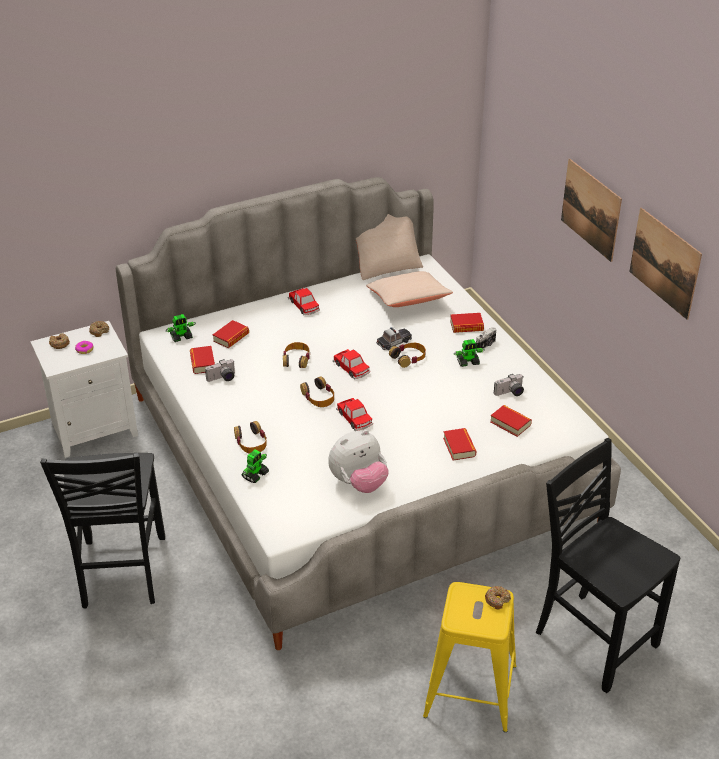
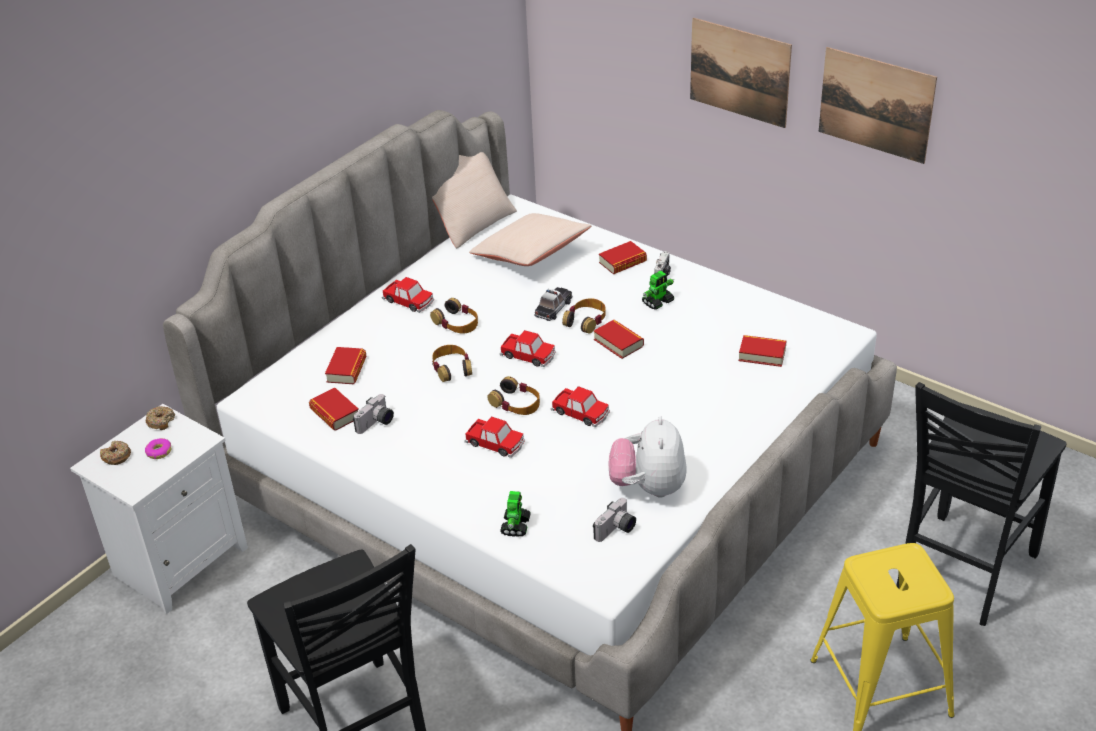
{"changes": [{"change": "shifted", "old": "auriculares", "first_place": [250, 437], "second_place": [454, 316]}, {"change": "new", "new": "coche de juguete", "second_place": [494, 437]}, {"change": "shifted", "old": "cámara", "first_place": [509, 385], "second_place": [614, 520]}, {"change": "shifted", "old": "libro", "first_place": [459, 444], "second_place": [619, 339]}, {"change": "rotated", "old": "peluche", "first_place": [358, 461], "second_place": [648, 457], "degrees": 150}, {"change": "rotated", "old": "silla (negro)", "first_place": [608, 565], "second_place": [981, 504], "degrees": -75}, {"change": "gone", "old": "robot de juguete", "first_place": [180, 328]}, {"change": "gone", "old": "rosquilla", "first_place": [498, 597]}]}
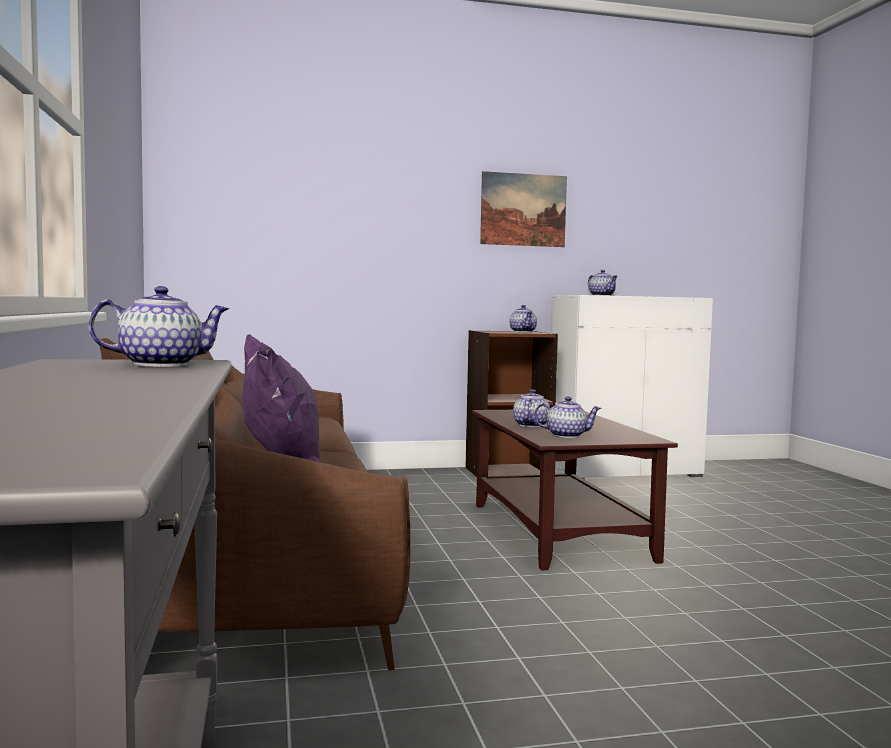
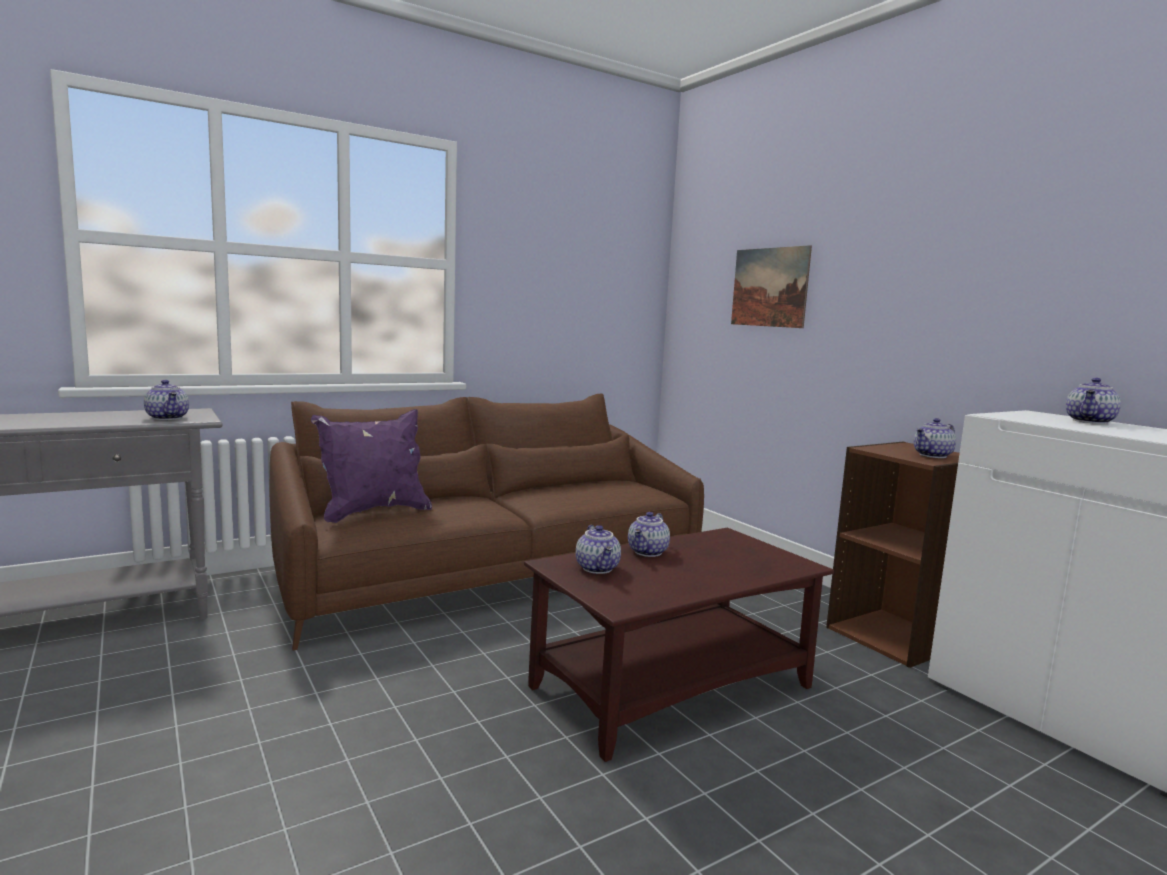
{"changes": [{"change": "rotated", "old": "tetera", "first_place": [531, 408], "second_place": [649, 534], "degrees": 120}, {"change": "shifted", "old": "cuadro", "first_place": [523, 209], "second_place": [771, 286]}]}
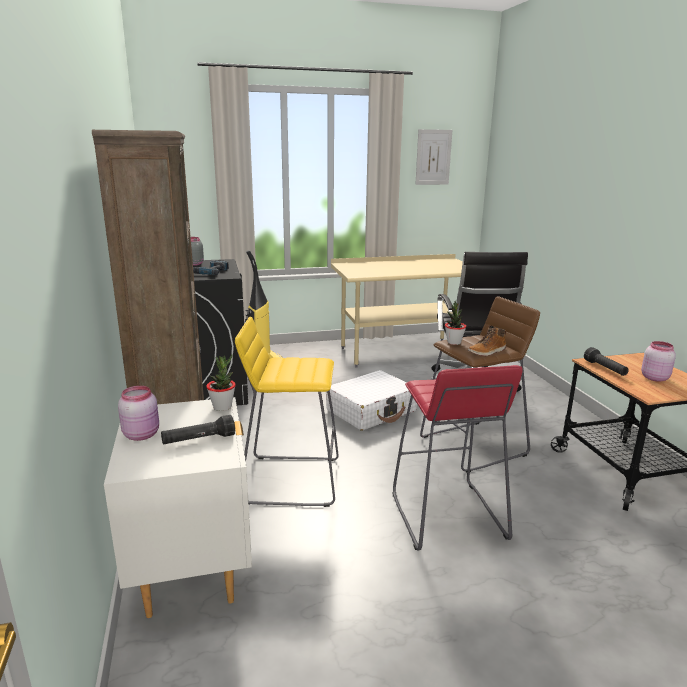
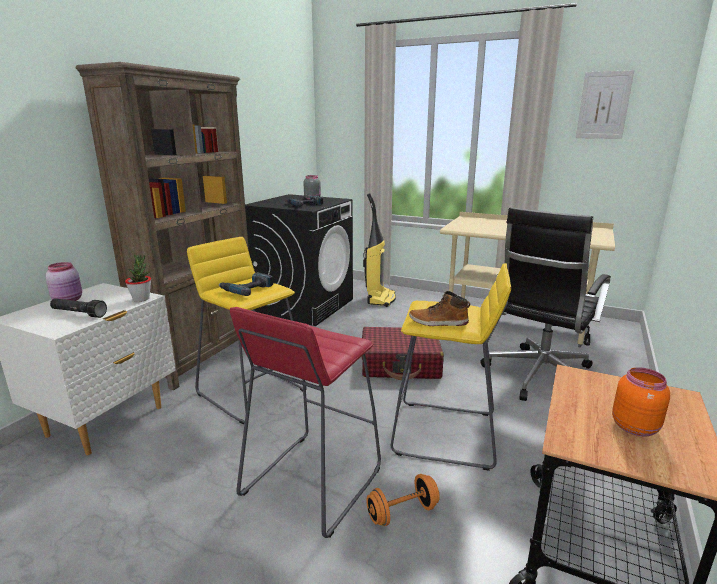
{"changes": [{"change": "new", "new": "taladro", "second_place": [246, 284]}, {"change": "repainted", "old": "maleta (blanco)", "new": "maleta (rojo)", "first_place": [371, 400], "second_place": [403, 353]}, {"change": "new", "new": "mancuerna (naranja)", "second_place": [403, 500]}, {"change": "repainted", "old": "taburete (marrón)", "new": "taburete (amarillo)", "first_place": [480, 384], "second_place": [451, 367]}, {"change": "repainted", "old": "tarro (rosa)", "new": "tarro (naranja)", "first_place": [658, 361], "second_place": [641, 401]}, {"change": "gone", "old": "planta en maceta", "first_place": [455, 323]}, {"change": "gone", "old": "linterna (negro)", "first_place": [606, 361]}]}
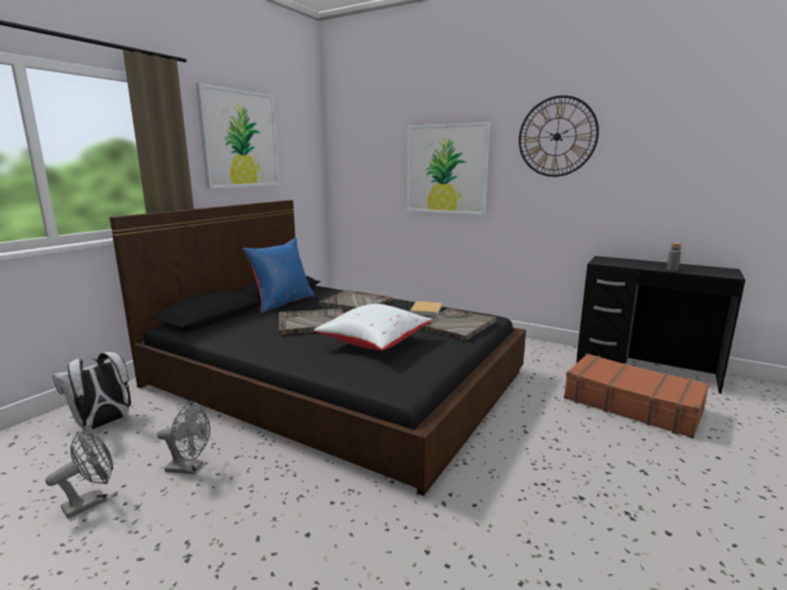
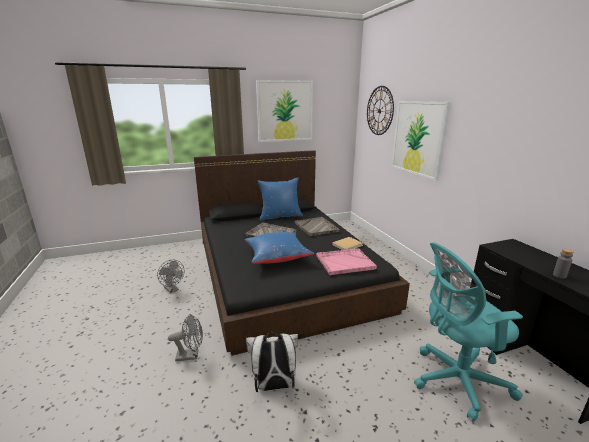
{"changes": [{"change": "shifted", "old": "ventilador (gris)", "first_place": [79, 474], "second_place": [185, 337]}, {"change": "repainted", "old": "cojín (blanco)", "new": "cojín (azul)", "first_place": [373, 327], "second_place": [279, 248]}, {"change": "shifted", "old": "mochila (blanco)", "first_place": [92, 391], "second_place": [272, 362]}, {"change": "repainted", "old": "bandeja (gris)", "new": "bandeja (rosa)", "first_place": [458, 324], "second_place": [346, 262]}, {"change": "shifted", "old": "reloj de pared", "first_place": [559, 136], "second_place": [380, 110]}, {"change": "swapped", "old": "maleta (marrón)", "new": "silla de oficina (turquesa)", "first_place": [636, 396], "second_place": [468, 332]}]}
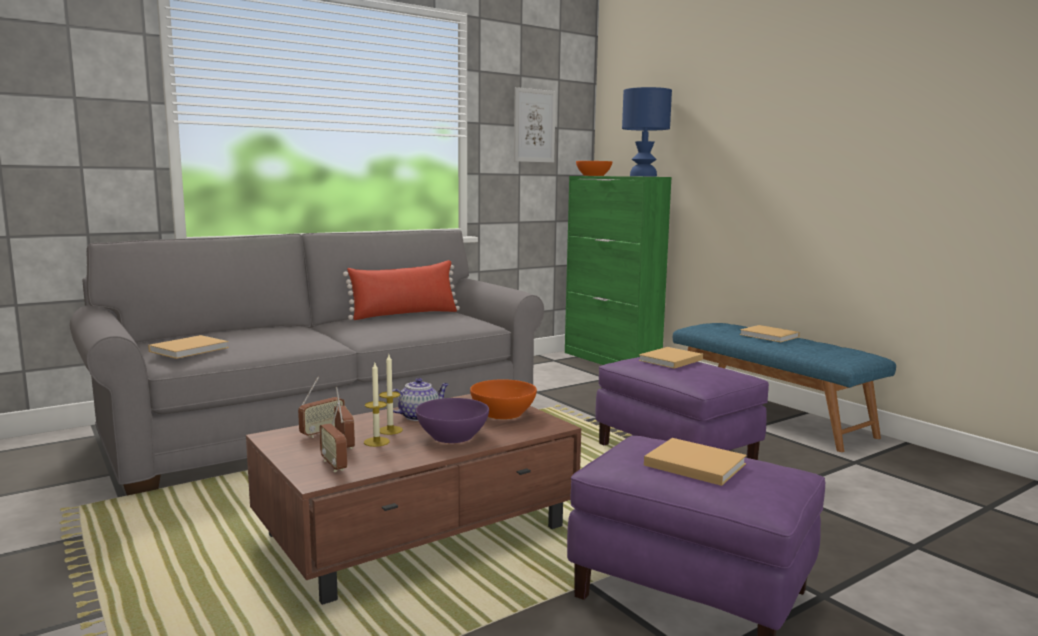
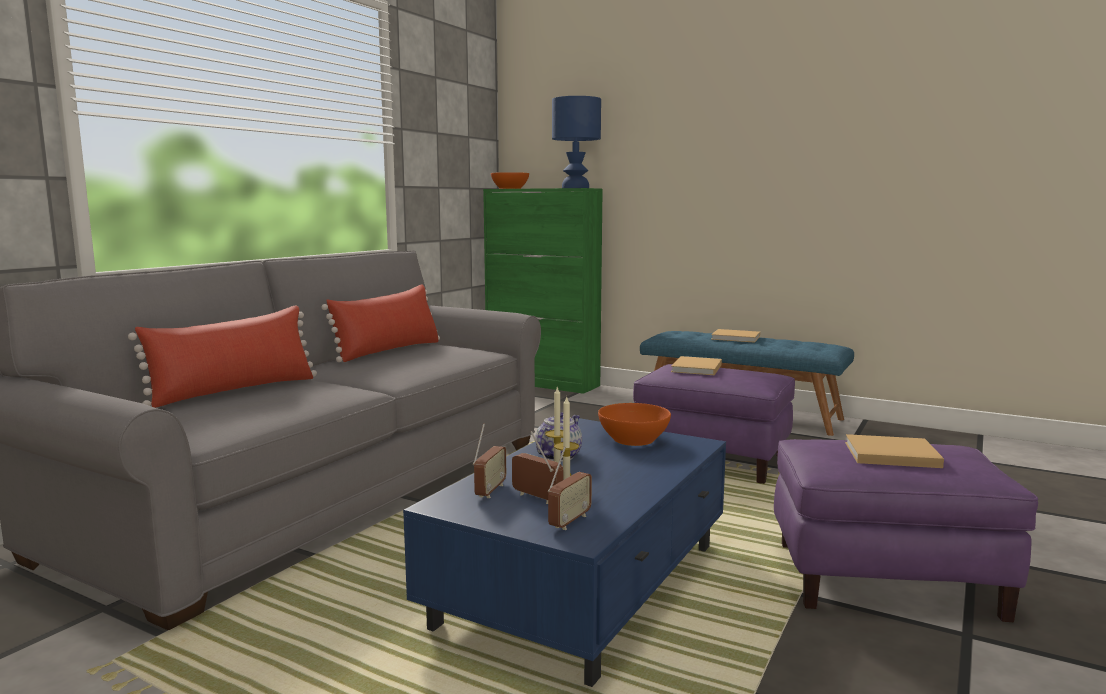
{"changes": [{"change": "new", "new": "cojín (rojo)", "second_place": [222, 357]}, {"change": "repainted", "old": "mesa de centro (marrón)", "new": "mesa de centro (azul)", "first_place": [413, 499], "second_place": [564, 552]}, {"change": "rotated", "old": "radio", "first_place": [333, 437], "second_place": [570, 488], "degrees": -90}, {"change": "gone", "old": "libro (beis)", "first_place": [188, 347]}, {"change": "gone", "old": "cuenco (morado)", "first_place": [452, 420]}, {"change": "gone", "old": "cuadro", "first_place": [535, 125]}]}
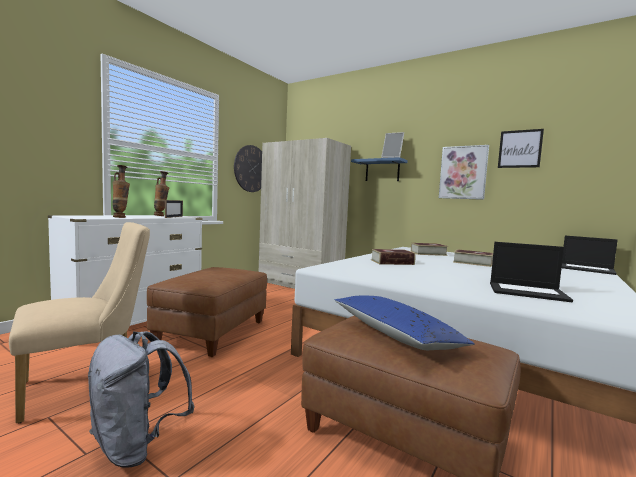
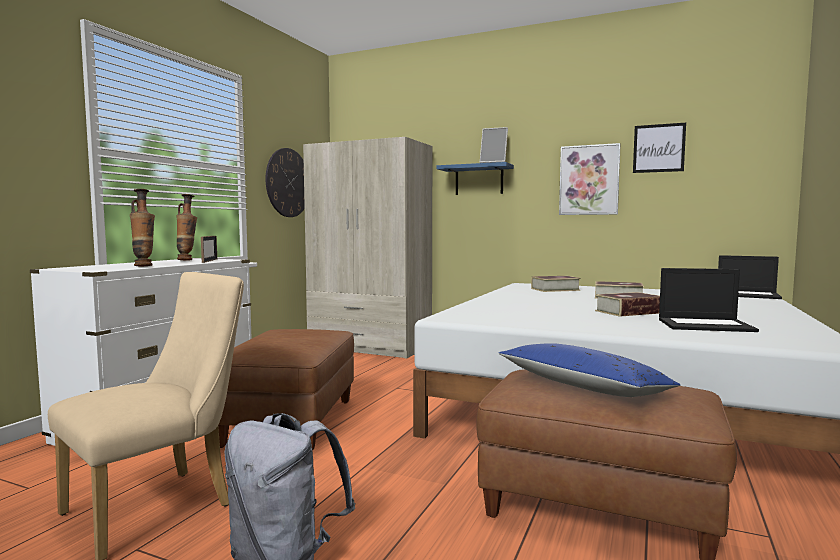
{"changes": [{"change": "shifted", "old": "libro", "first_place": [393, 257], "second_place": [627, 304]}]}
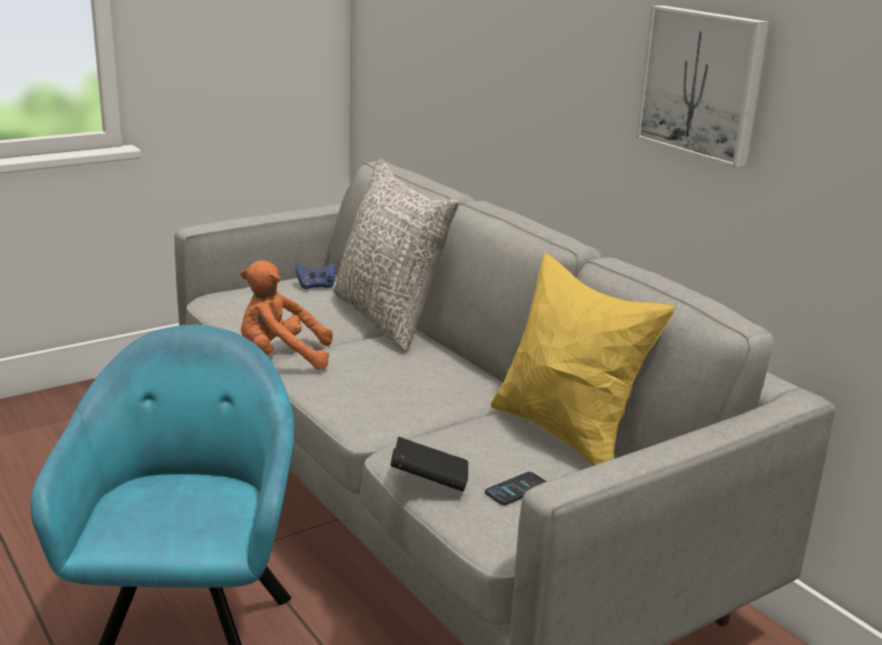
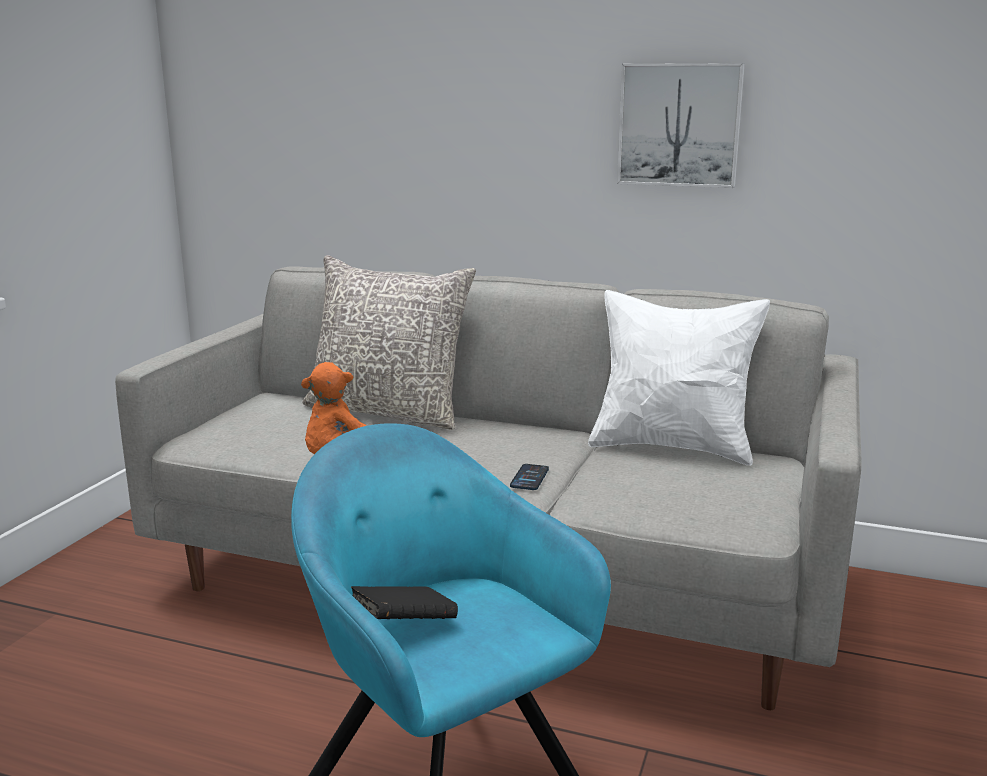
{"changes": [{"change": "shifted", "old": "libro (negro)", "first_place": [429, 464], "second_place": [404, 602]}, {"change": "shifted", "old": "móvil", "first_place": [516, 488], "second_place": [529, 477]}, {"change": "repainted", "old": "cojín (amarillo)", "new": "cojín (blanco)", "first_place": [582, 359], "second_place": [679, 378]}, {"change": "gone", "old": "mando de consola (azul)", "first_place": [316, 275]}]}
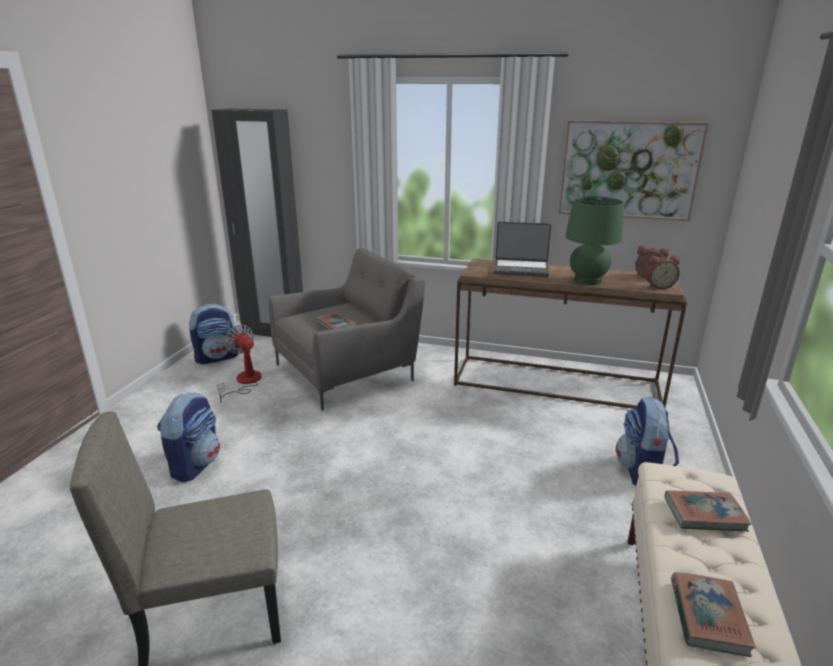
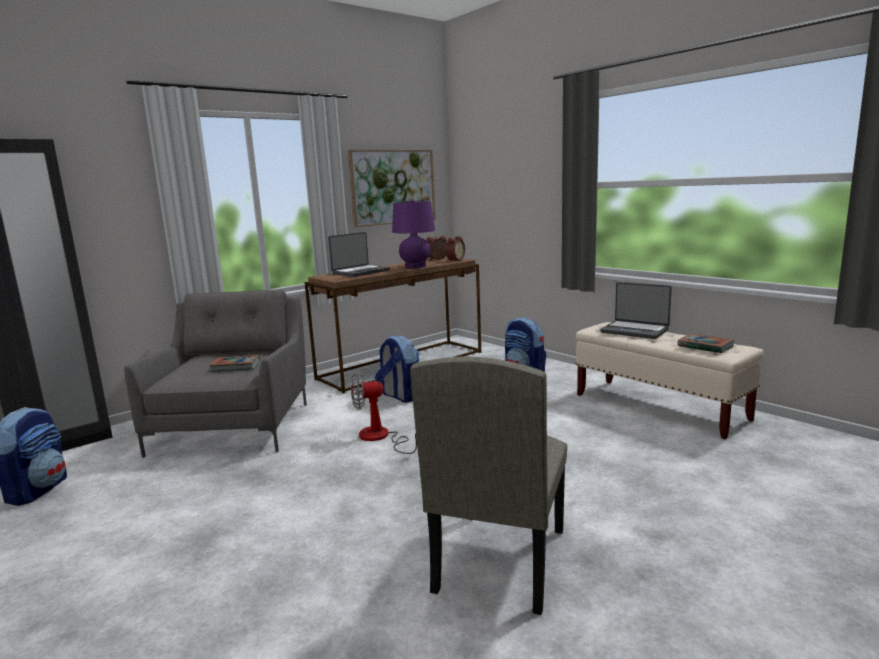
{"changes": [{"change": "shifted", "old": "ventilador", "first_place": [239, 364], "second_place": [384, 413]}, {"change": "shifted", "old": "mochila", "first_place": [188, 437], "second_place": [397, 369]}, {"change": "repainted", "old": "lámpara de mesa (verde)", "new": "lámpara de mesa (morado)", "first_place": [594, 240], "second_place": [413, 233]}, {"change": "swapped", "old": "libro", "new": "portátil", "first_place": [708, 511], "second_place": [636, 310]}]}
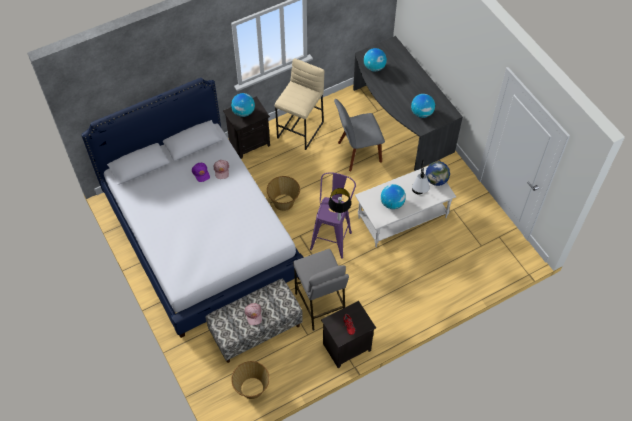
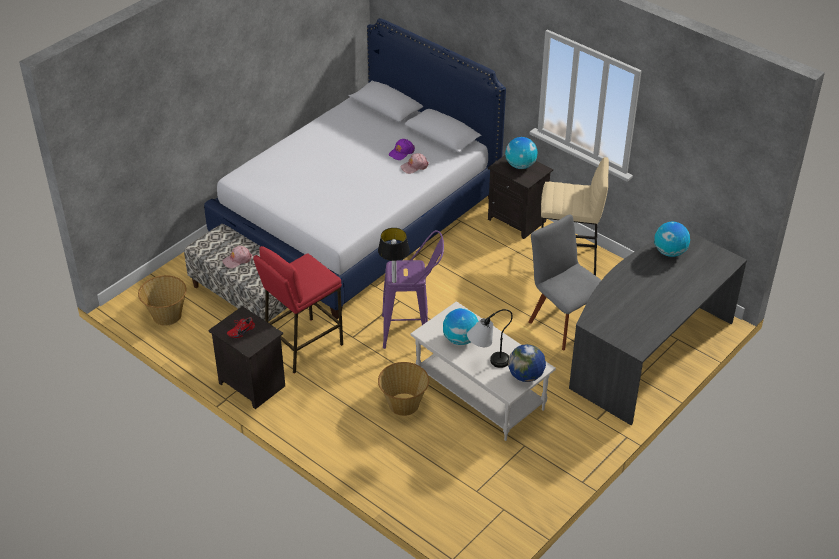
{"changes": [{"change": "repainted", "old": "taburete (gris)", "new": "taburete (rojo)", "first_place": [321, 290], "second_place": [298, 310]}, {"change": "shifted", "old": "cesta", "first_place": [283, 193], "second_place": [403, 389]}, {"change": "gone", "old": "globo terráqueo", "first_place": [423, 106]}]}
